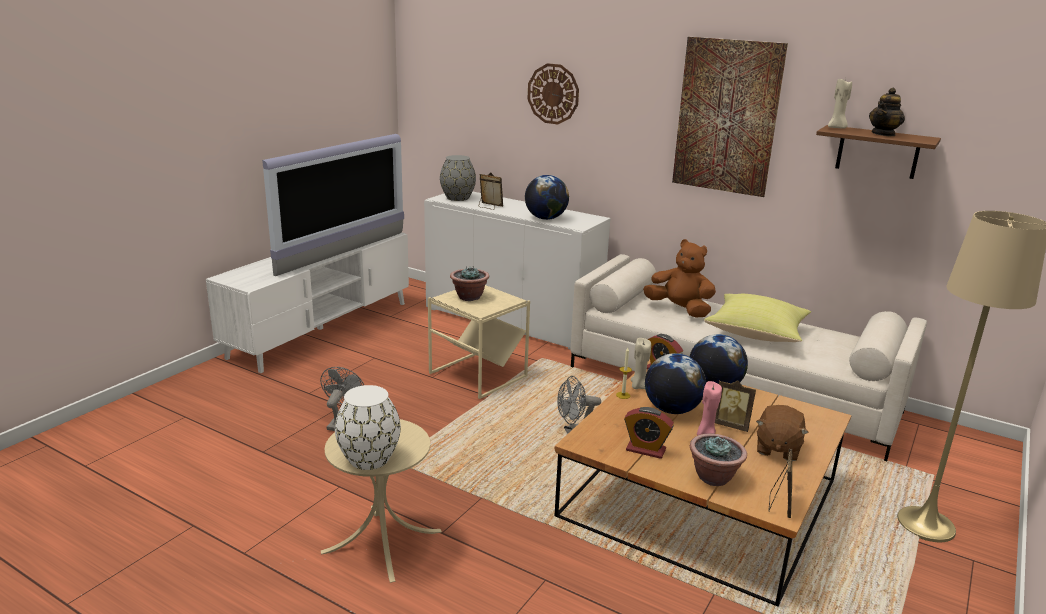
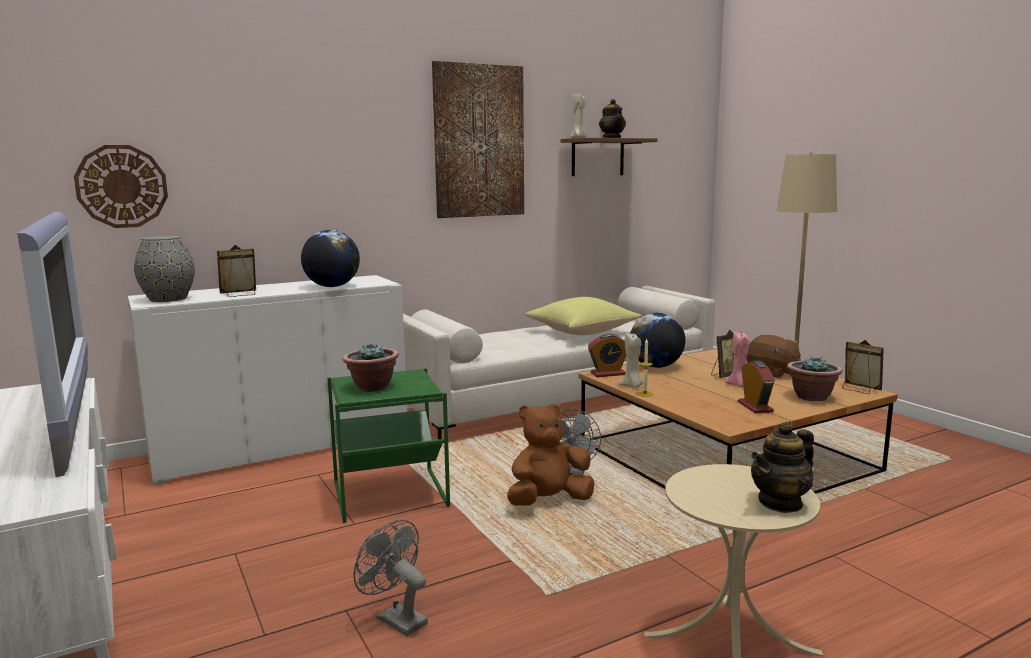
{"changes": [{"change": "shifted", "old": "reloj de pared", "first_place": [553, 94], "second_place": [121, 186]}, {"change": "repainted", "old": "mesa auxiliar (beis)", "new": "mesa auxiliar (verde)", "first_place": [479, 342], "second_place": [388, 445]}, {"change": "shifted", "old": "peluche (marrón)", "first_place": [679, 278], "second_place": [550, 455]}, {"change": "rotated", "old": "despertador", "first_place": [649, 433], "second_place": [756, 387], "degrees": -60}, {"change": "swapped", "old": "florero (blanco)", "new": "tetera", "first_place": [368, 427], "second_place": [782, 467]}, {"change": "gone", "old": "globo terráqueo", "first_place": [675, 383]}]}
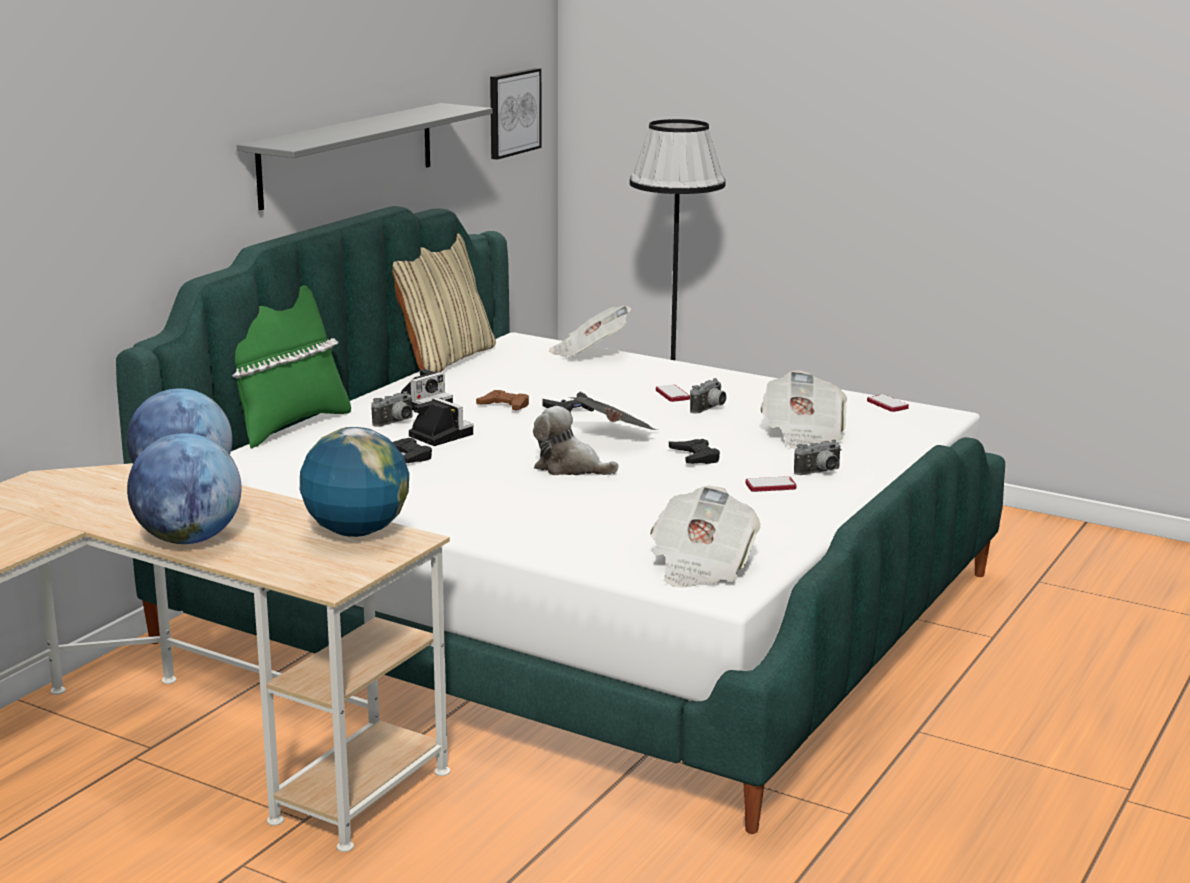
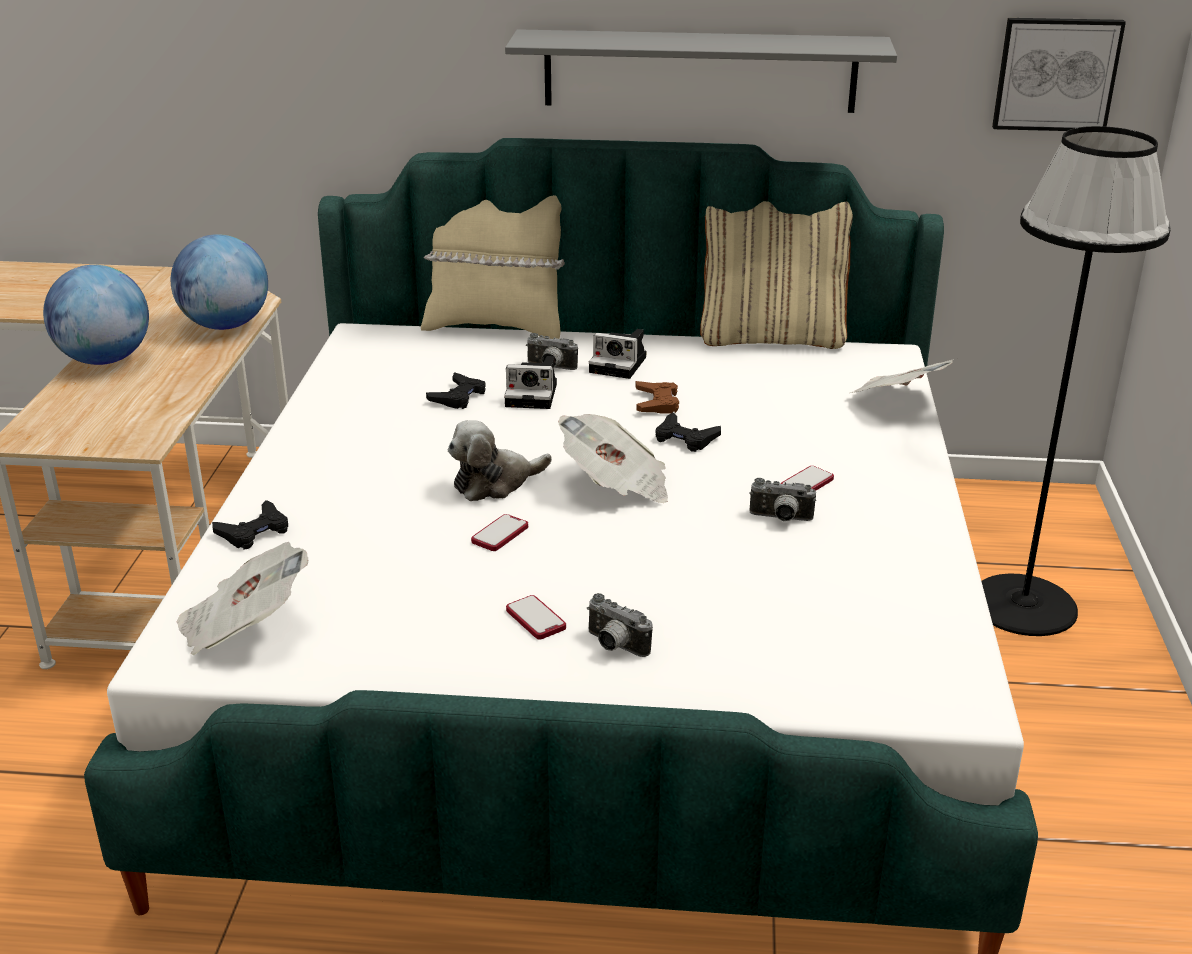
{"changes": [{"change": "shifted", "old": "mando de consola (negro)", "first_place": [694, 451], "second_place": [250, 524]}, {"change": "repainted", "old": "cojín (verde)", "new": "cojín (beis)", "first_place": [291, 366], "second_place": [493, 267]}, {"change": "rotated", "old": "peluche", "first_place": [576, 440], "second_place": [500, 460], "degrees": -120}, {"change": "shifted", "old": "móvil", "first_place": [888, 403], "second_place": [499, 532]}, {"change": "rotated", "old": "cámara", "first_place": [441, 422], "second_place": [530, 382], "degrees": 75}, {"change": "gone", "old": "globo terráqueo", "first_place": [354, 482]}, {"change": "gone", "old": "periódico", "first_place": [803, 409]}]}
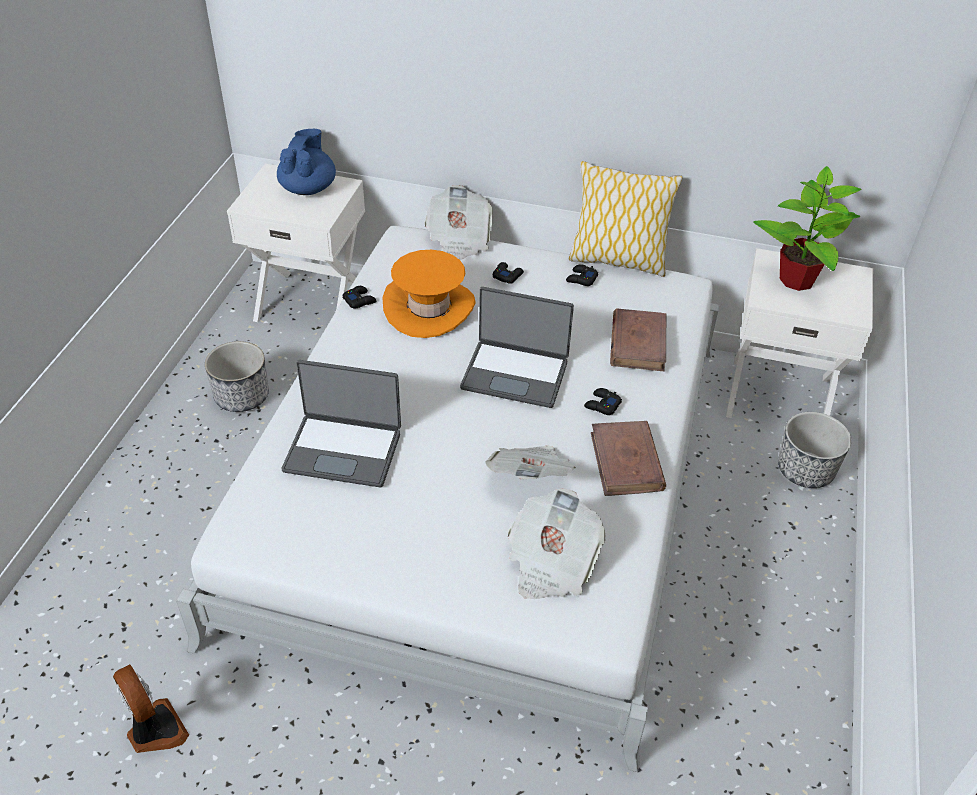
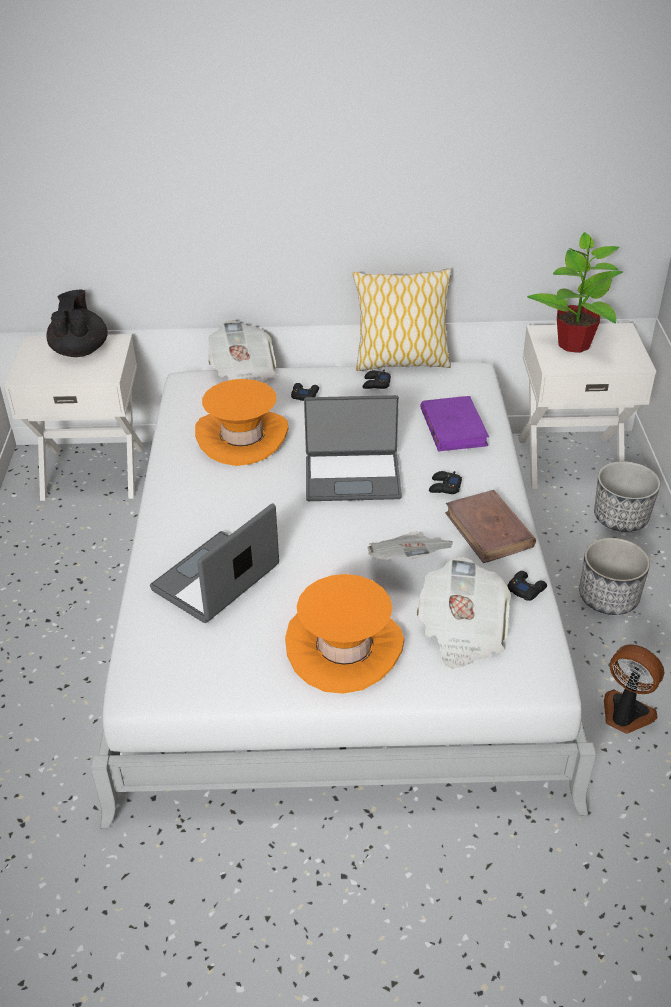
{"changes": [{"change": "repainted", "old": "tetera (azul)", "new": "tetera (negro)", "first_place": [306, 162], "second_place": [76, 323]}, {"change": "rotated", "old": "portátil", "first_place": [341, 423], "second_place": [214, 563], "degrees": 135}, {"change": "new", "new": "sombrero (naranja)", "second_place": [344, 634]}, {"change": "repainted", "old": "libro (marrón)", "new": "libro (morado)", "first_place": [638, 339], "second_place": [454, 423]}, {"change": "shifted", "old": "mando de consola (negro)", "first_place": [359, 297], "second_place": [527, 586]}, {"change": "shifted", "old": "maceta", "first_place": [237, 376], "second_place": [614, 576]}, {"change": "shifted", "old": "ventilador", "first_place": [151, 708], "second_place": [634, 689]}]}
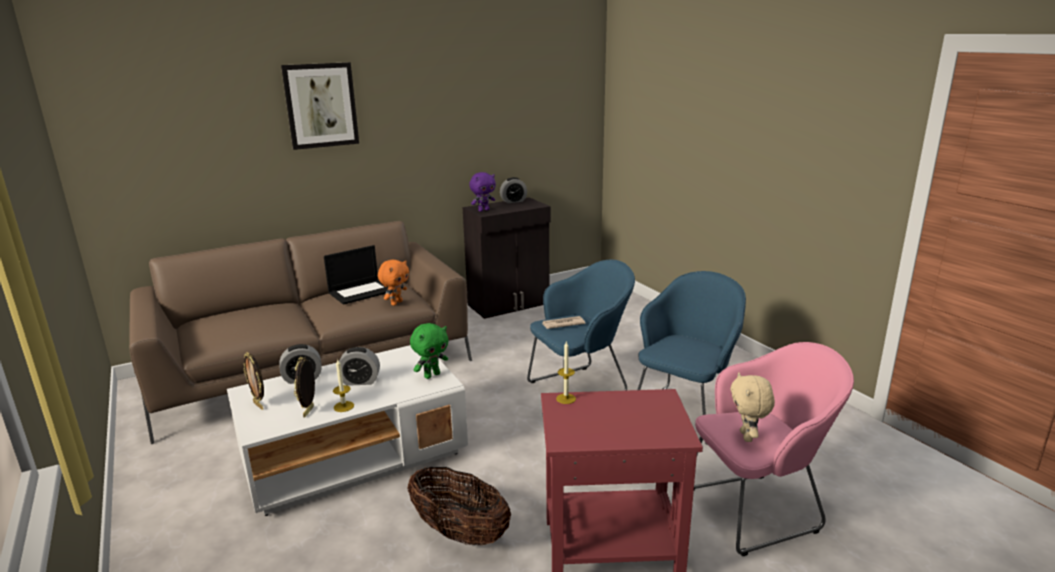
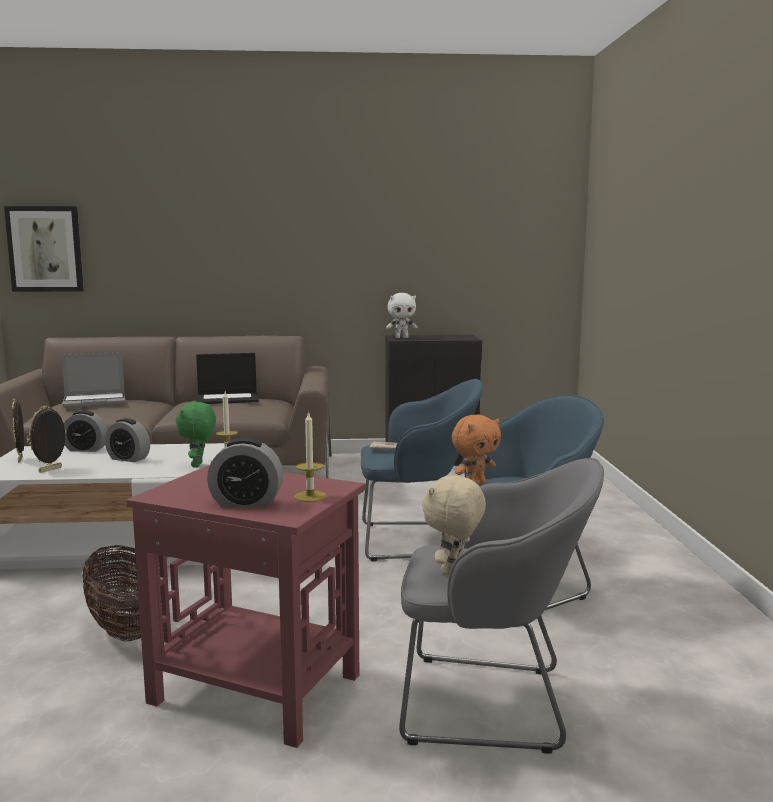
{"changes": [{"change": "shifted", "old": "cuadro", "first_place": [320, 106], "second_place": [44, 249]}, {"change": "new", "new": "portátil", "second_place": [93, 380]}, {"change": "rotated", "old": "peluche (verde)", "first_place": [429, 351], "second_place": [195, 435], "degrees": 105}, {"change": "shifted", "old": "despertador", "first_place": [513, 190], "second_place": [245, 473]}, {"change": "shifted", "old": "vela", "first_place": [343, 386], "second_place": [310, 456]}, {"change": "repainted", "old": "peluche (morado)", "new": "peluche (blanco)", "first_place": [482, 192], "second_place": [401, 315]}, {"change": "repainted", "old": "sillón (rosa)", "new": "sillón (gris)", "first_place": [774, 449], "second_place": [501, 606]}, {"change": "shifted", "old": "peluche (naranja)", "first_place": [393, 283], "second_place": [476, 449]}]}
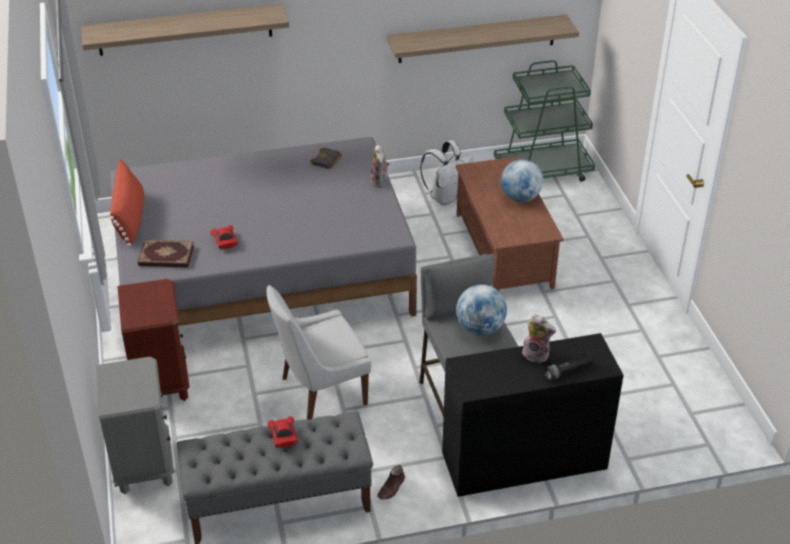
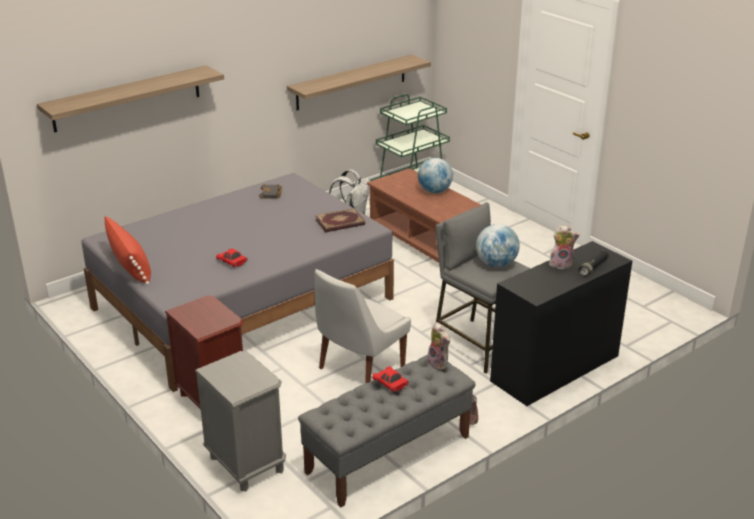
{"changes": [{"change": "shifted", "old": "libro", "first_place": [166, 253], "second_place": [340, 220]}, {"change": "shifted", "old": "peluche", "first_place": [380, 166], "second_place": [438, 346]}]}
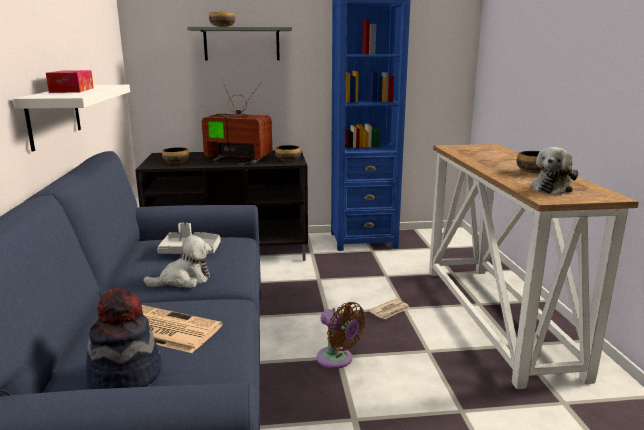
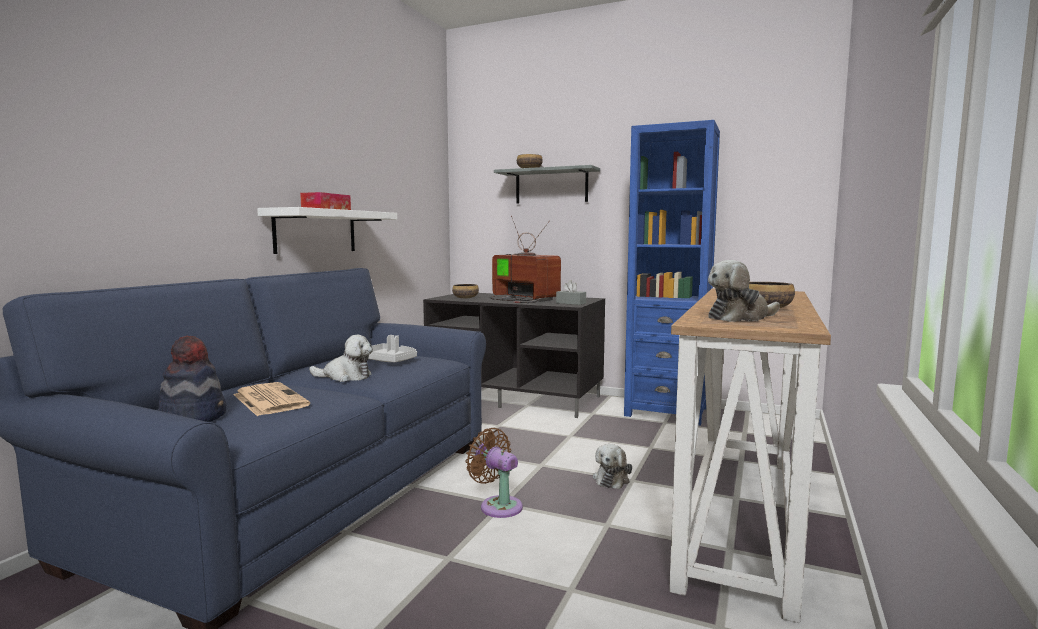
{"changes": [{"change": "rotated", "old": "ventilador (marrón)", "first_place": [341, 335], "second_place": [494, 473], "degrees": 150}, {"change": "swapped", "old": "cuenco", "new": "caja de pañuelos (gris)", "first_place": [288, 153], "second_place": [571, 293]}, {"change": "swapped", "old": "periódico", "new": "peluche", "first_place": [389, 309], "second_place": [612, 466]}]}
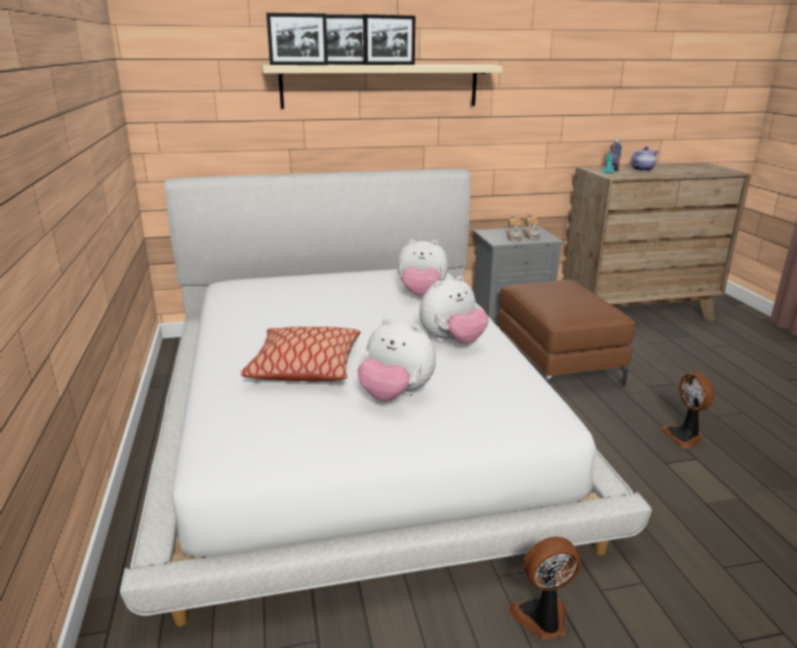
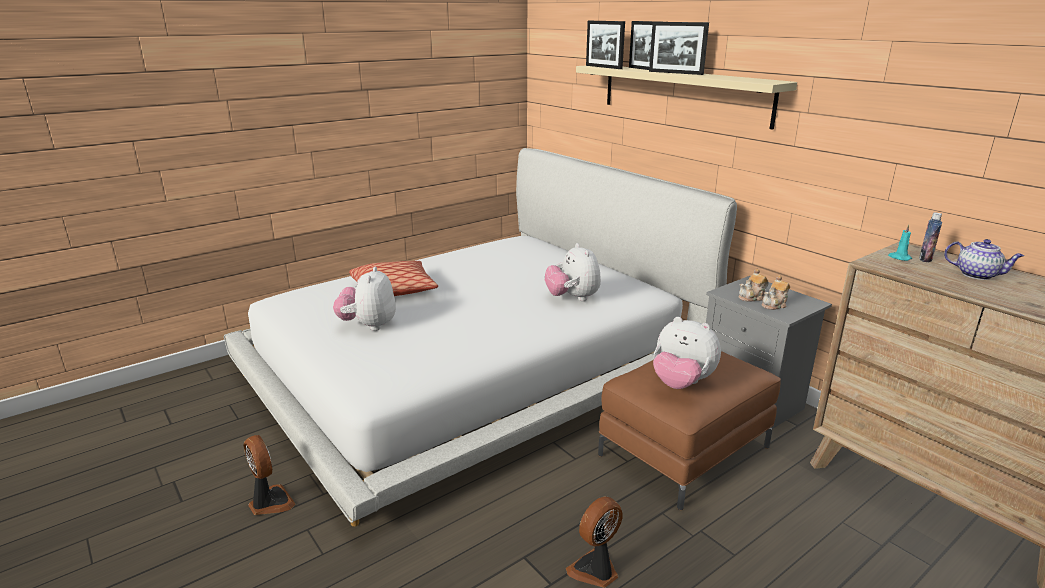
{"changes": [{"change": "shifted", "old": "peluche", "first_place": [454, 310], "second_place": [687, 353]}]}
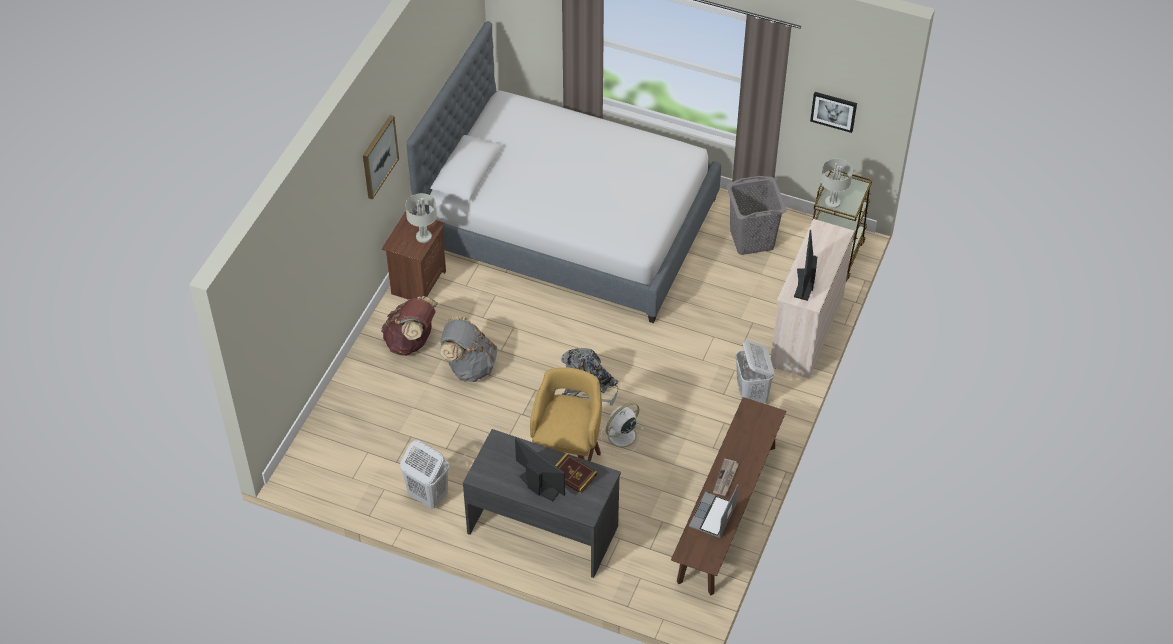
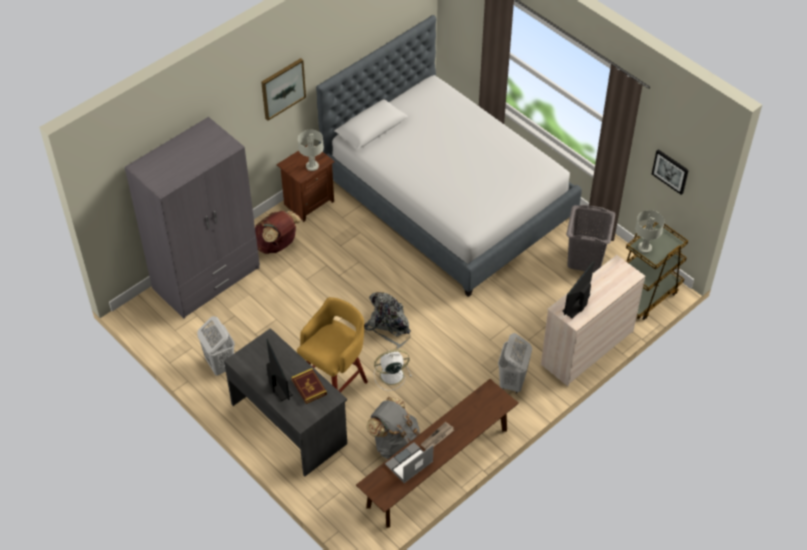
{"changes": [{"change": "new", "new": "armario ropero (gris)", "second_place": [192, 218]}, {"change": "shifted", "old": "mochila (gris)", "first_place": [468, 349], "second_place": [393, 428]}]}
